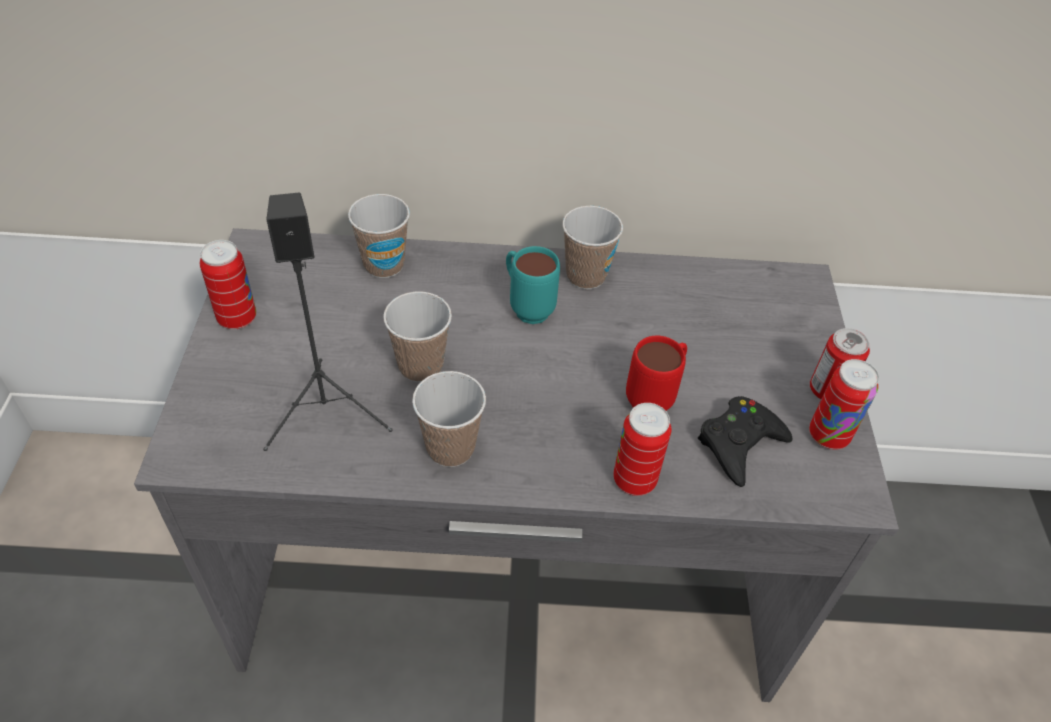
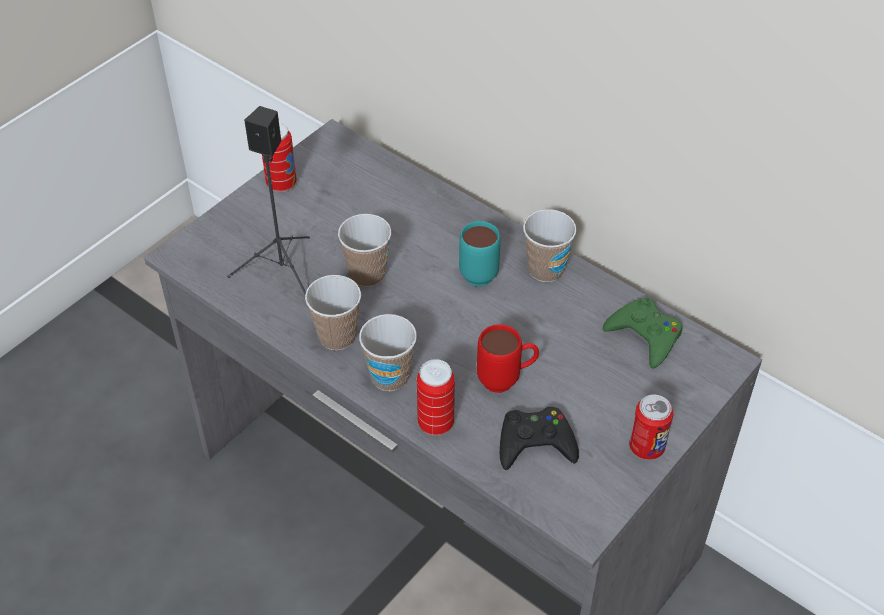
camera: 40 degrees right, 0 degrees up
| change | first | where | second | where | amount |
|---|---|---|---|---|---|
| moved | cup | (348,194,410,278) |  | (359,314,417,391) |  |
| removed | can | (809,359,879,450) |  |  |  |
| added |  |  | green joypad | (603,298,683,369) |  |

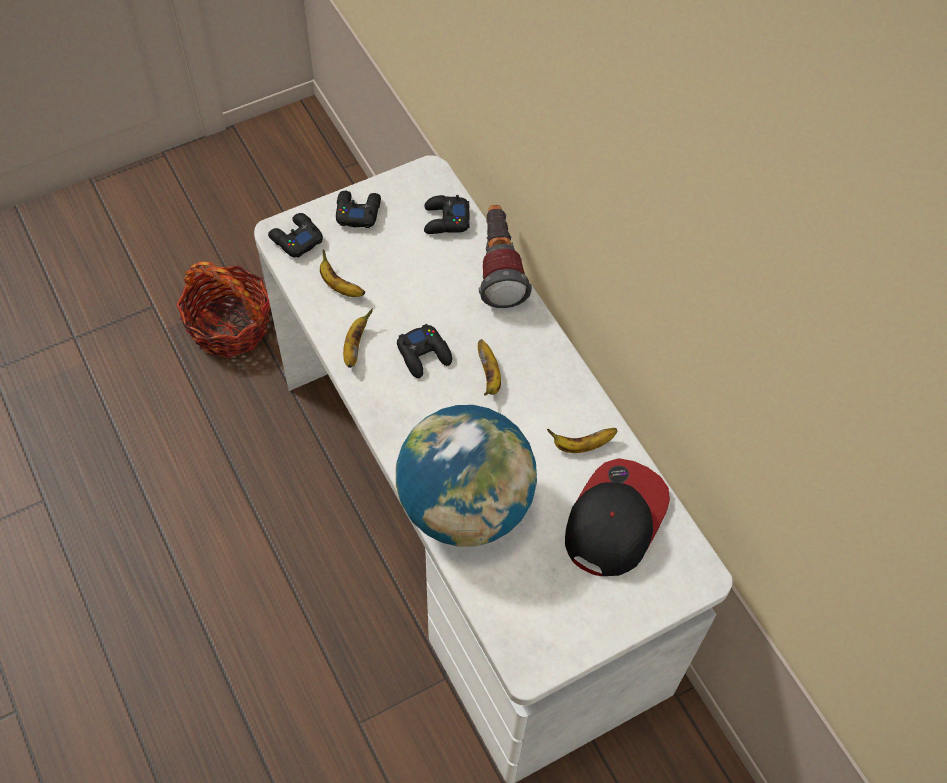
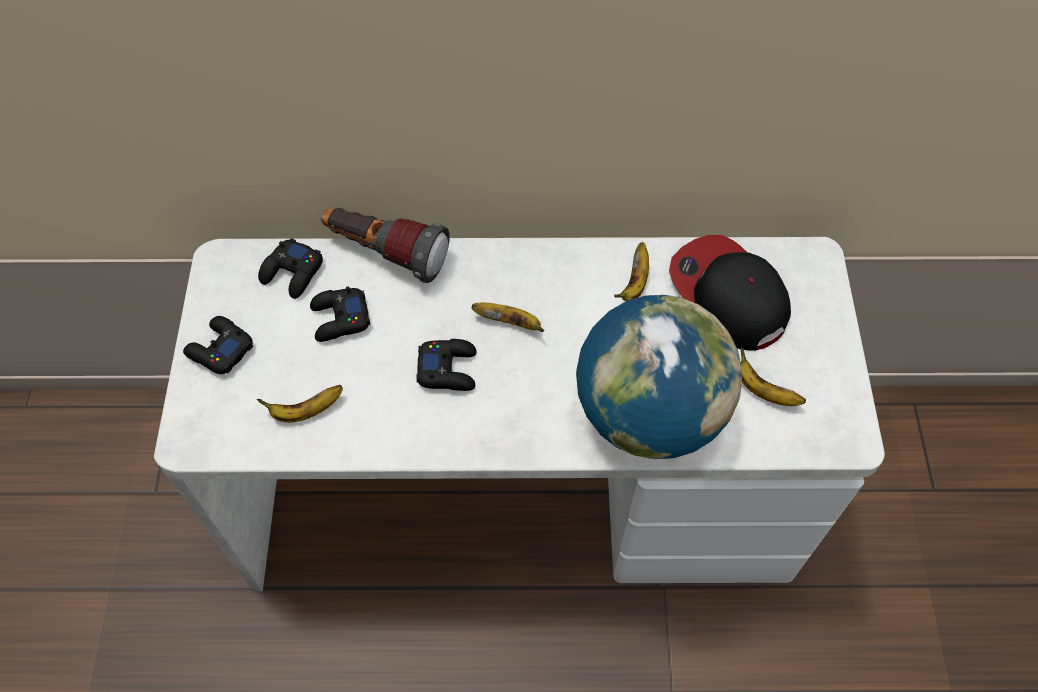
camera: 60 degrees left, 0 degrees up
| change | first | where | second | where | amount |
|---|---|---|---|---|---|
| removed | household basket | (176,261,270,358) |  |  |  |
| moved | black joypad | (268,213,323,258) |  | (310,287,371,342) |  |
| moved | whole banana | (343,309,373,368) |  | (740,346,806,406) |  |

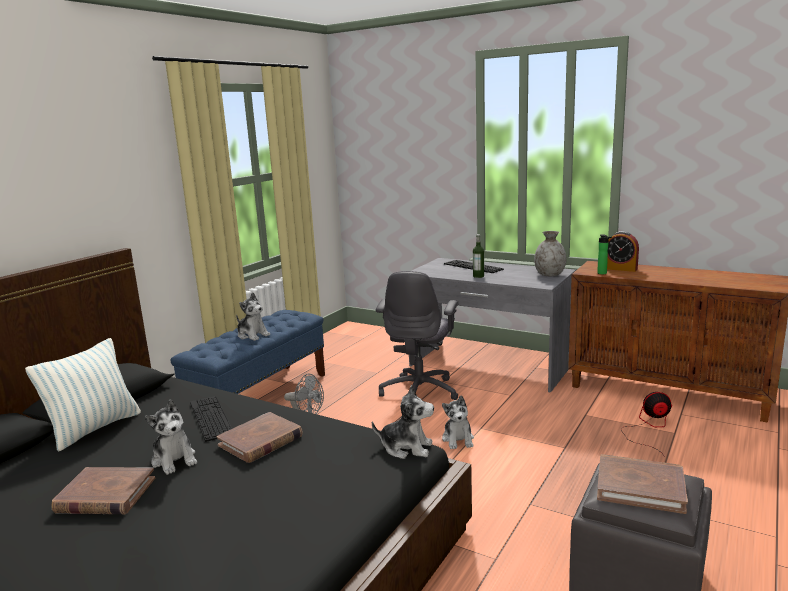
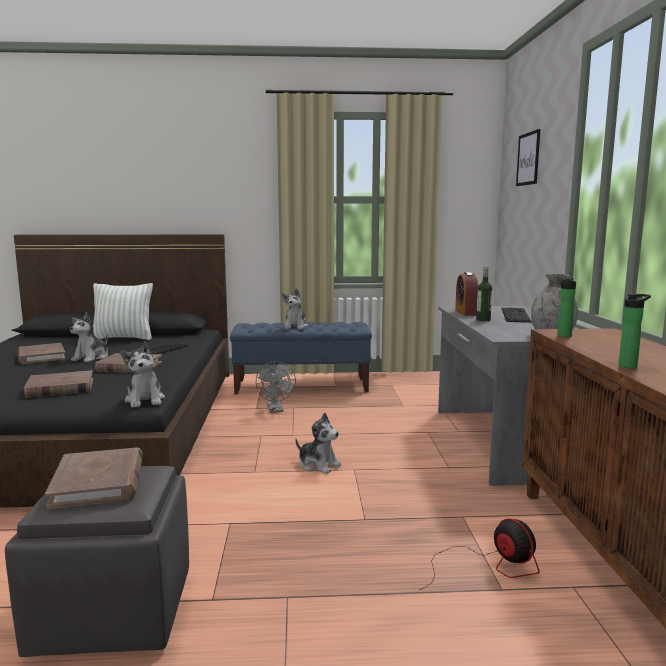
camera: 55 degrees right, 5 degrees down
| change | first | where | second | where | amount |
|---|---|---|---|---|---|
| removed | gray computer chair | (376,271,458,400) |  |  |  |
| turned | plush toy | (442,395,474,449) |  | (295,413,341,474) | 105 degrees counterclockwise |
| moved | table clock | (607,231,639,272) |  | (455,272,478,316) |  |
| added |  |  | brown-coloured bound book | (24,371,93,398) |  |
| added |  |  | wall art | (516,129,540,186) |  |
| added |  |  | bottle | (618,293,651,369) |  |

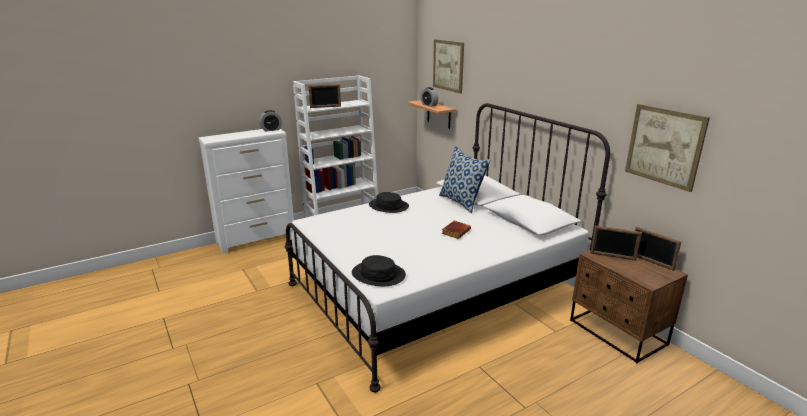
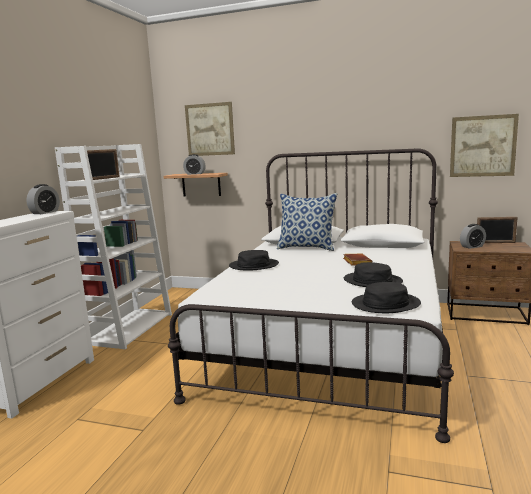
camera: 40 degrees left, 10 degrees down
| change | first | where | second | where | amount |
|---|---|---|---|---|---|
| replaced | picture frame | (590,225,642,261) | table clock | (460,224,486,249) |  |
| added |  |  | black wearable hat | (344,262,403,287) |  |

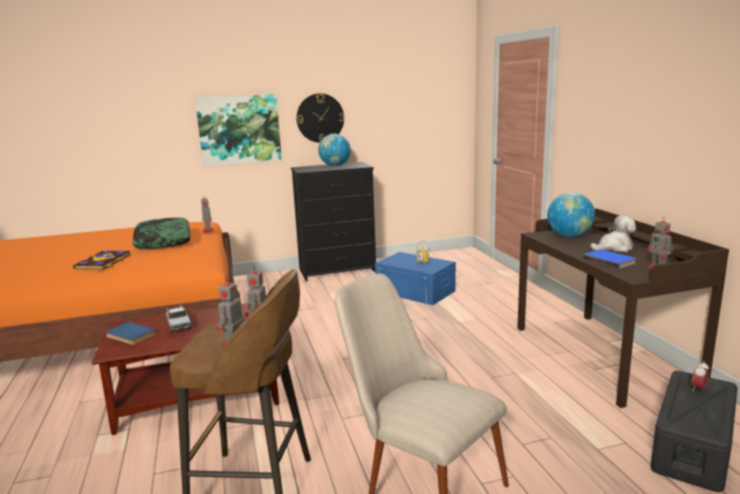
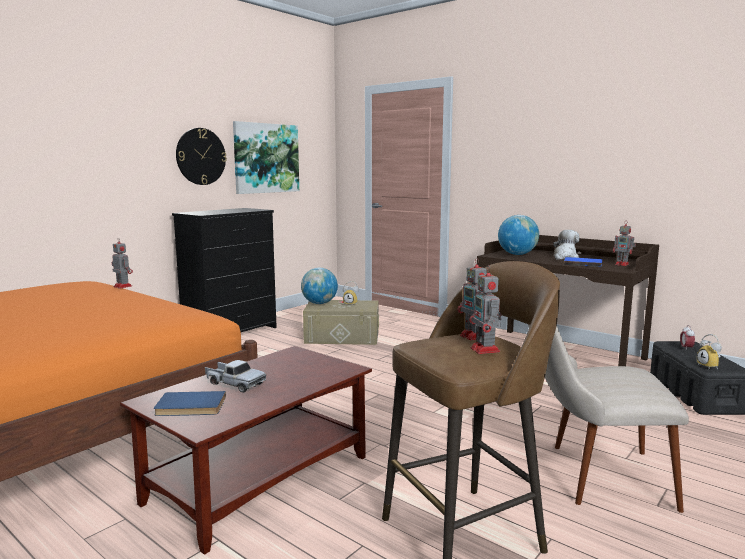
camera: 35 degrees left, 5 degrees down
| change | first | where | second | where | amount |
|---|---|---|---|---|---|
| removed | bound book | (73,250,131,270) |  |  |  |
| removed | pillow | (132,218,190,249) |  |  |  |
| moved | wall art | (195,94,282,167) |  | (233,121,299,194) |  |
| moved | desk globe | (318,134,351,166) |  | (301,268,338,304) |  |
| recoloured | blue-coloured storage bin | (375,252,456,305) | beige storage bin | (303,300,379,345) |  |
| added |  |  | table clock | (697,334,722,370) |  |

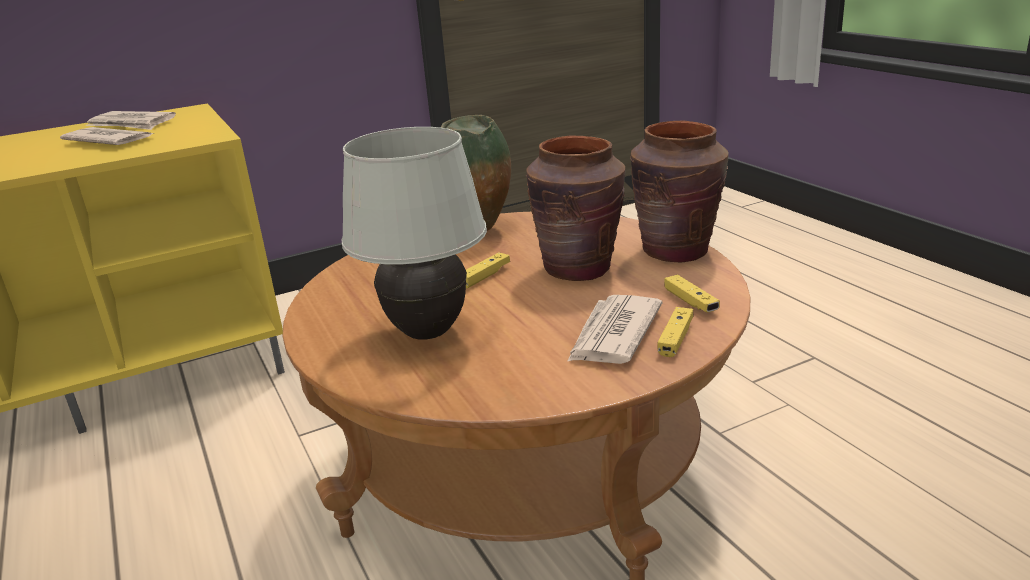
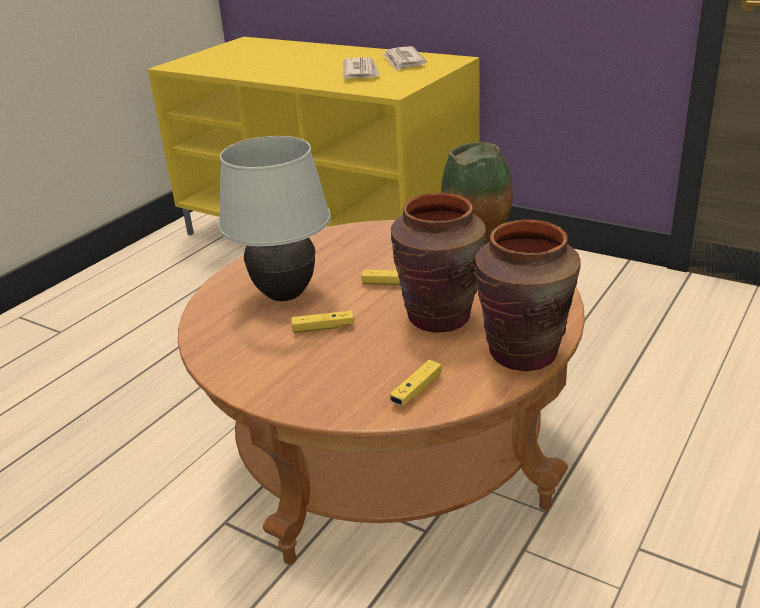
camera: 60 degrees right, 5 degrees up
| change | first | where | second | where | amount |
|---|---|---|---|---|---|
| removed | printed paper | (567,295,662,364) |  |  |  |
| moved | yellow joypad | (657,307,693,357) |  | (291,310,354,333) |  |

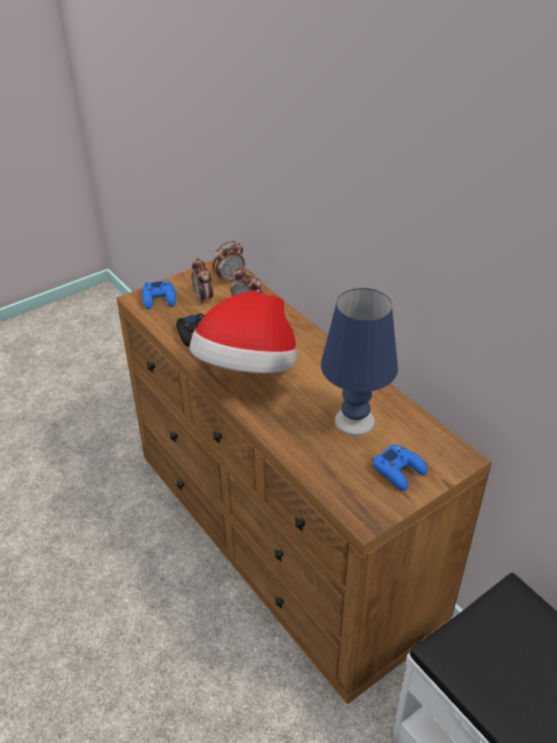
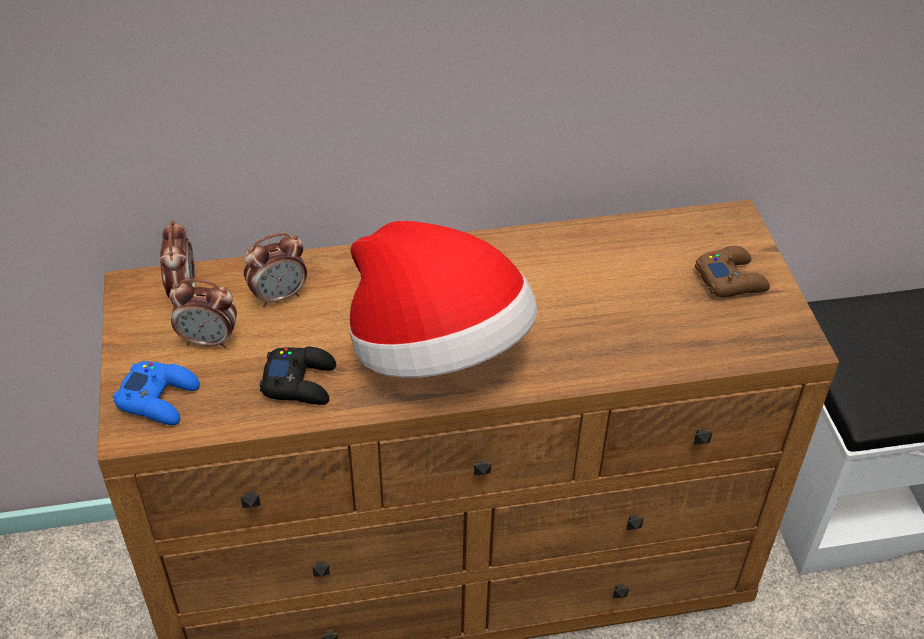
camera: 65 degrees left, 5 degrees up
| change | first | where | second | where | amount |
|---|---|---|---|---|---|
| removed | blue-coloured table lamp | (321,288,398,436) |  |  |  |
| recoloured | blue-coloured joypad | (373,444,428,491) | brown-coloured joypad | (695,246,770,297) |  |

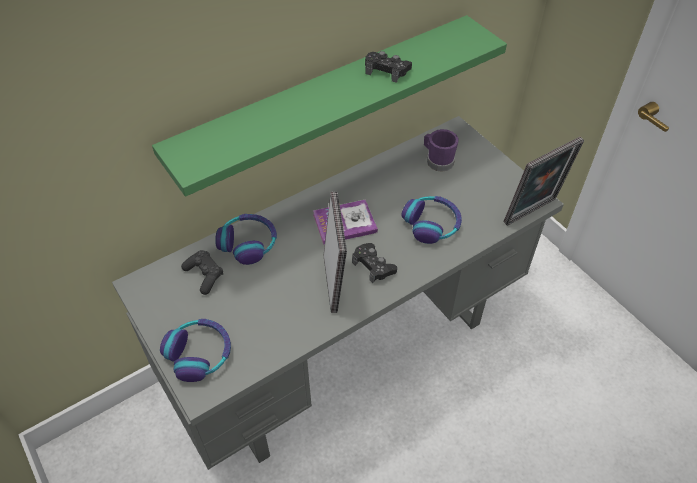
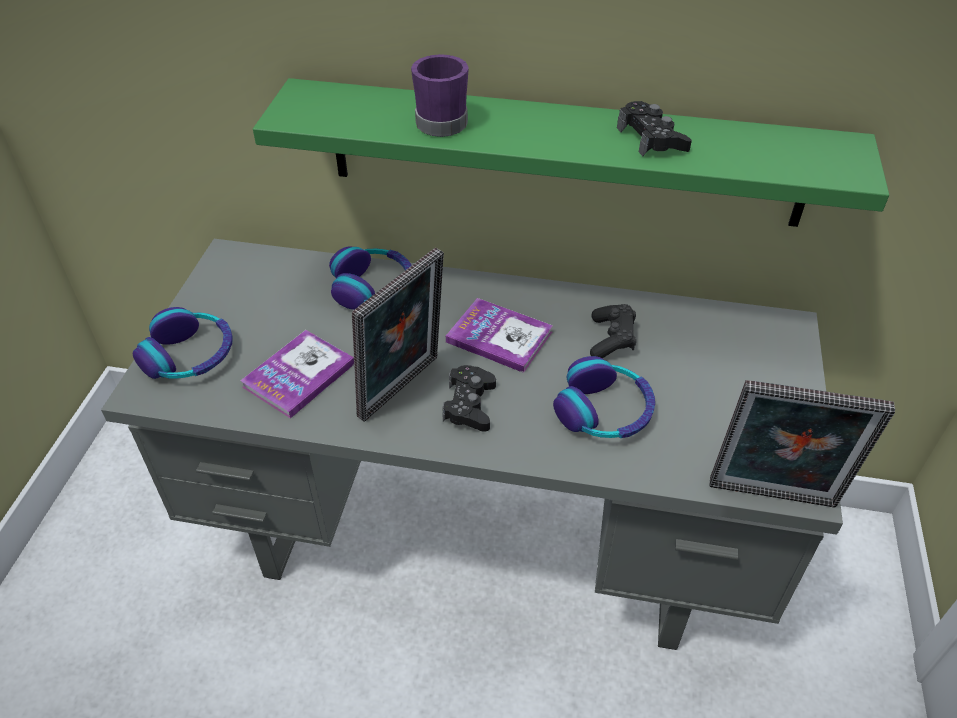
camera: 45 degrees right, 5 degrees down
| change | first | where | second | where | amount |
|---|---|---|---|---|---|
| moved | black joypad | (181,250,223,295) |  | (590,304,636,359) |  |
| moved | purple-coloured coffee mug | (424,129,459,172) |  | (411,54,469,137) |  |
| added |  |  | bound book | (240,330,354,418) |  |

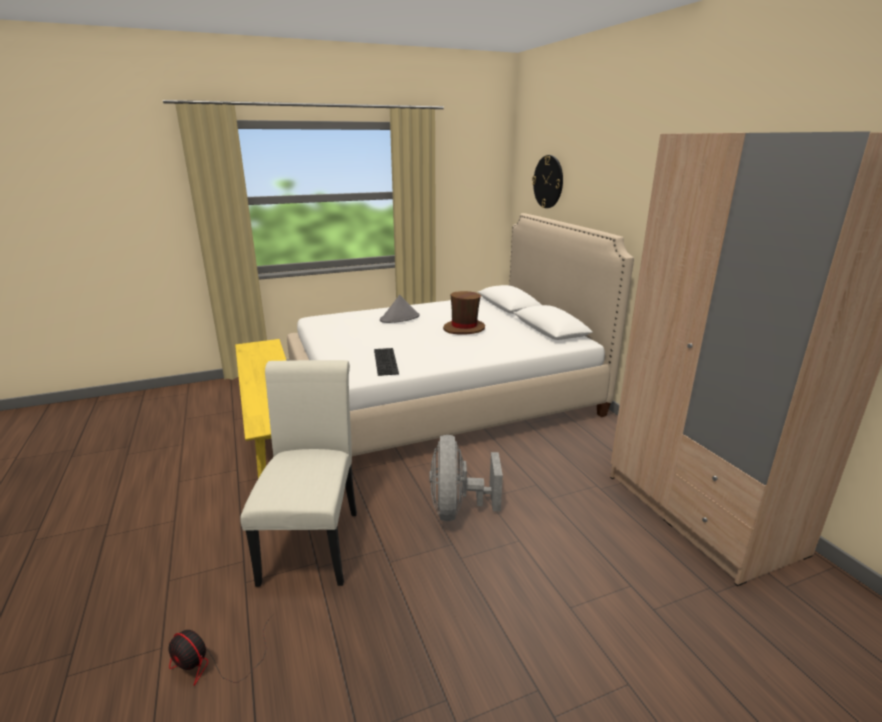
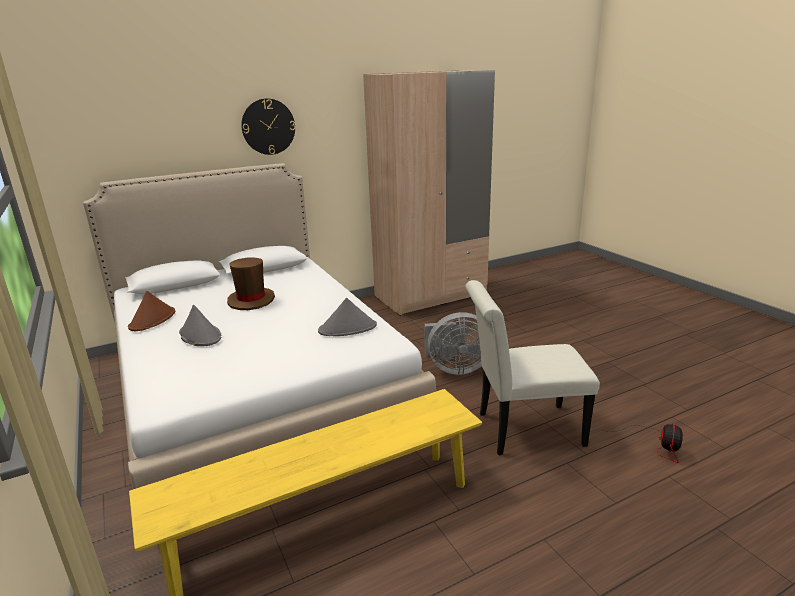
camera: 95 degrees left, 0 degrees up
| change | first | where | second | where | amount |
|---|---|---|---|---|---|
| replaced | computer keyboard | (374,348,399,376) | gray wearable hat | (318,298,377,336) |  |
| moved | clock on the wall | (532,155,563,208) |  | (241,98,295,155) |  |
| added |  |  | brown-coloured wearable hat | (128,291,175,331) |  |

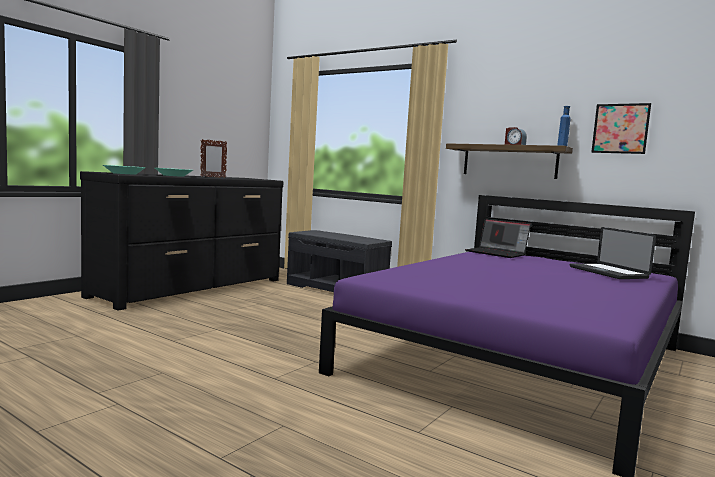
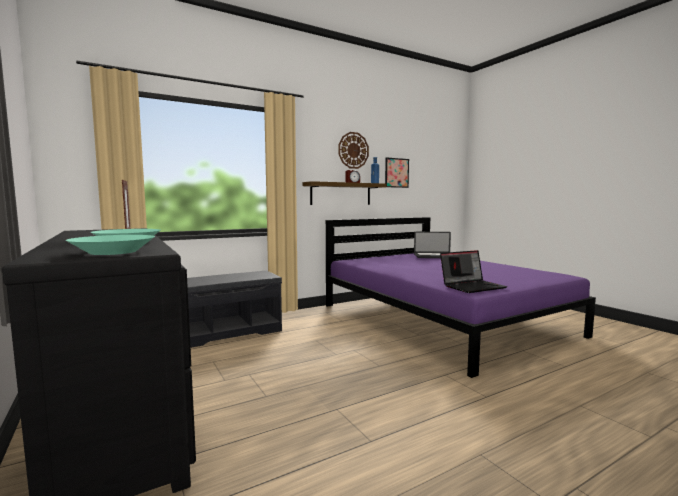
camera: 65 degrees left, 0 degrees up
| change | first | where | second | where | amount |
|---|---|---|---|---|---|
| moved | notebook computer | (465,219,531,258) |  | (440,250,507,293) |  |
| added |  |  | clock on the wall | (338,132,369,169) |  |

